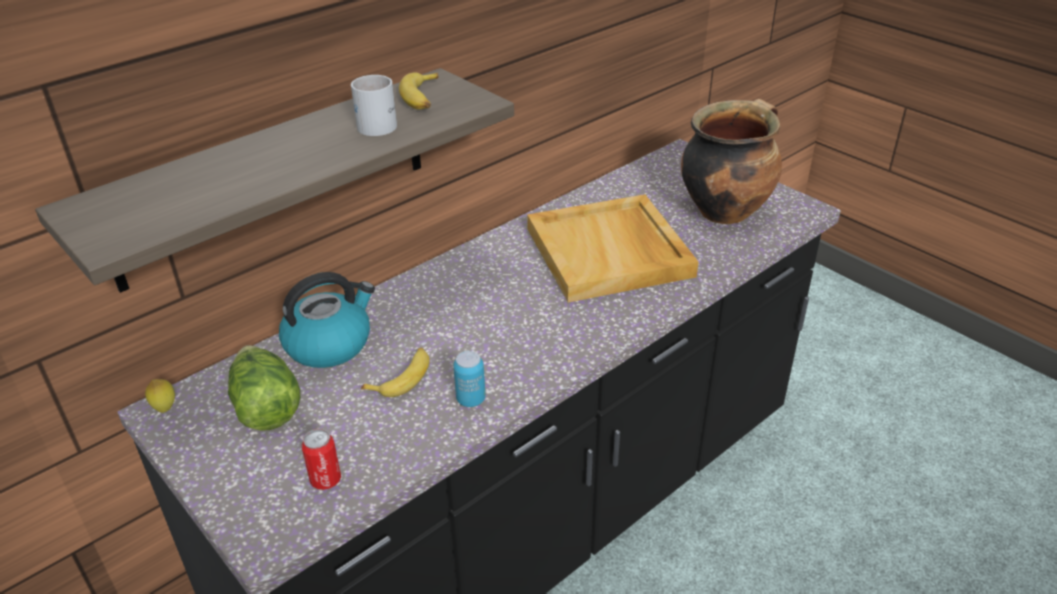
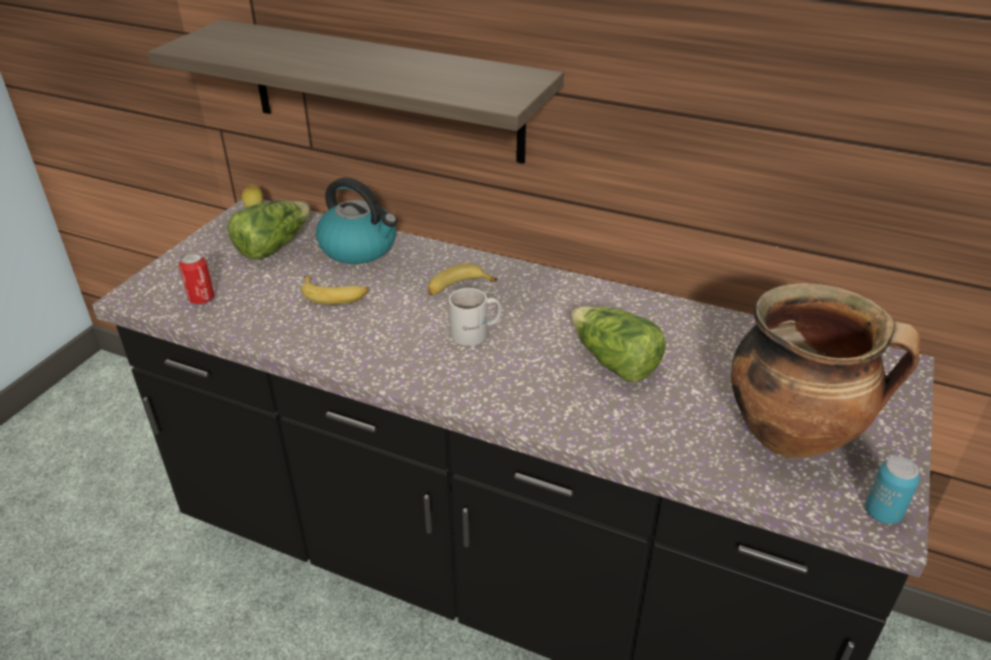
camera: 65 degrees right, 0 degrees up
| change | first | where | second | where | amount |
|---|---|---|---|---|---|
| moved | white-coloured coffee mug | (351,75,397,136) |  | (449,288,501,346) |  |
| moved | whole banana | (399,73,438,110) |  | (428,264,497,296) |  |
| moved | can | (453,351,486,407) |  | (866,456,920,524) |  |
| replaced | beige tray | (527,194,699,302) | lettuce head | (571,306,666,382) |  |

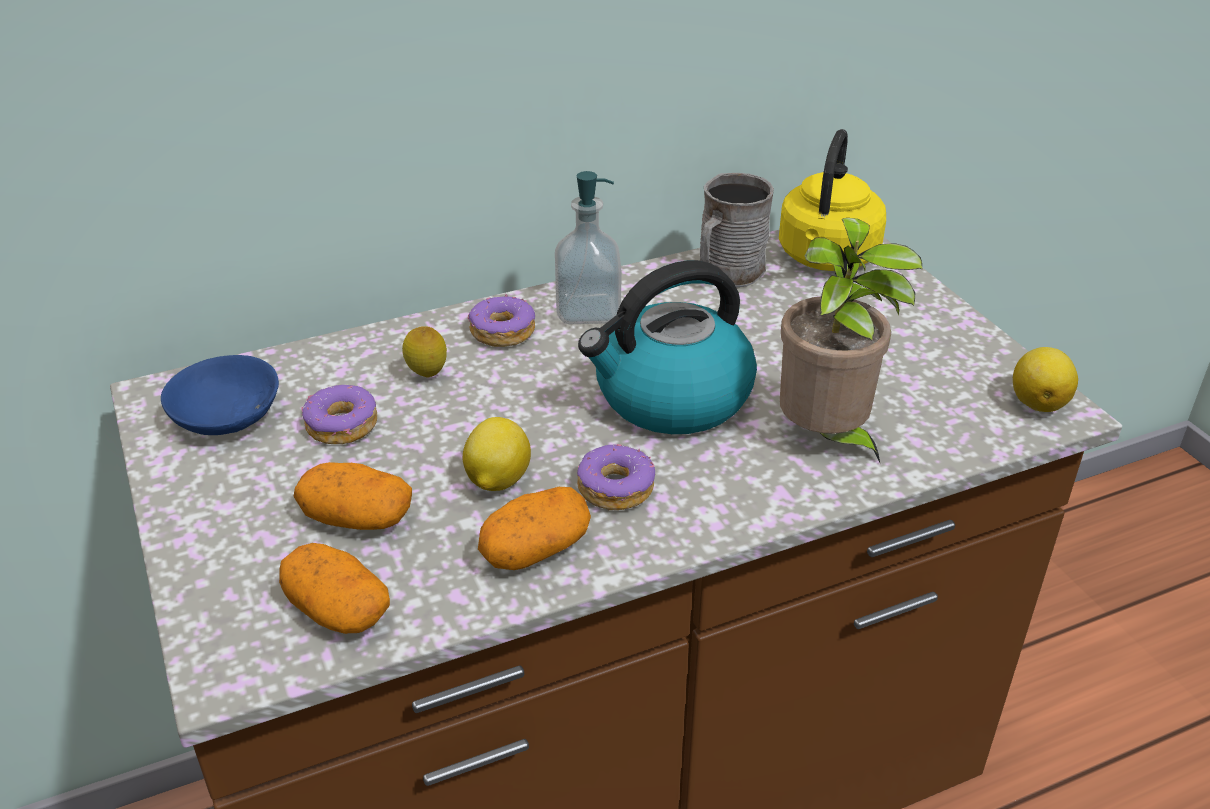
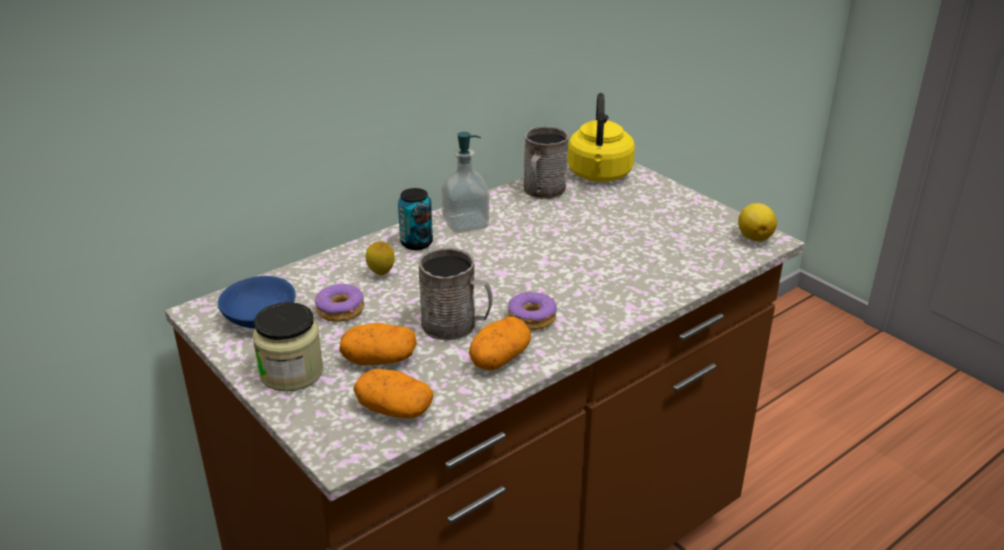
camera: 15 degrees left, 5 degrees down
| change | first | where | second | where | amount |
|---|---|---|---|---|---|
| replaced | whole lemon | (463,417,531,491) | gray coffee mug | (418,248,492,341) |  |
| replaced | ring doughnut | (467,294,535,347) | can | (398,188,433,250) |  |
| removed | kettle | (578,260,757,434) |  |  |  |
| removed | houseplant | (780,218,922,465) |  |  |  |
| added |  |  | jar | (253,302,323,392) |  |

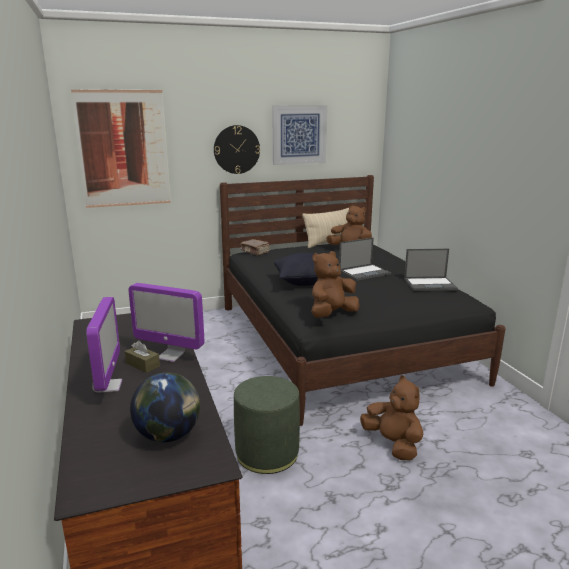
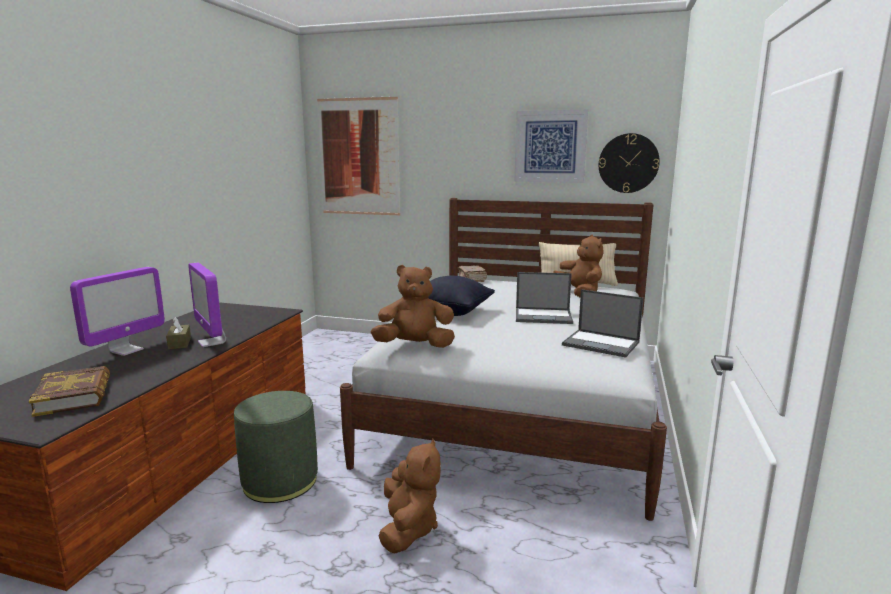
camera: 35 degrees right, 5 degrees down
| change | first | where | second | where | amount |
|---|---|---|---|---|---|
| replaced | desk globe | (130,372,200,442) | bound book | (29,366,110,417) |  |
| moved | clock on the wall | (214,125,260,174) |  | (599,133,660,193) |  |
| recoloured | black sleeping bed | (220,175,505,426) | white-coloured sleeping bed | (340,198,667,521) |  |

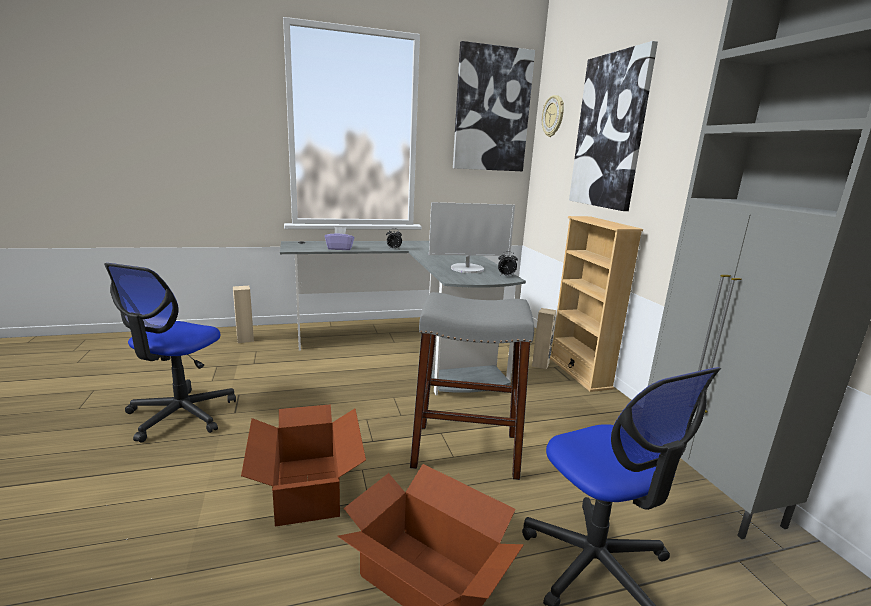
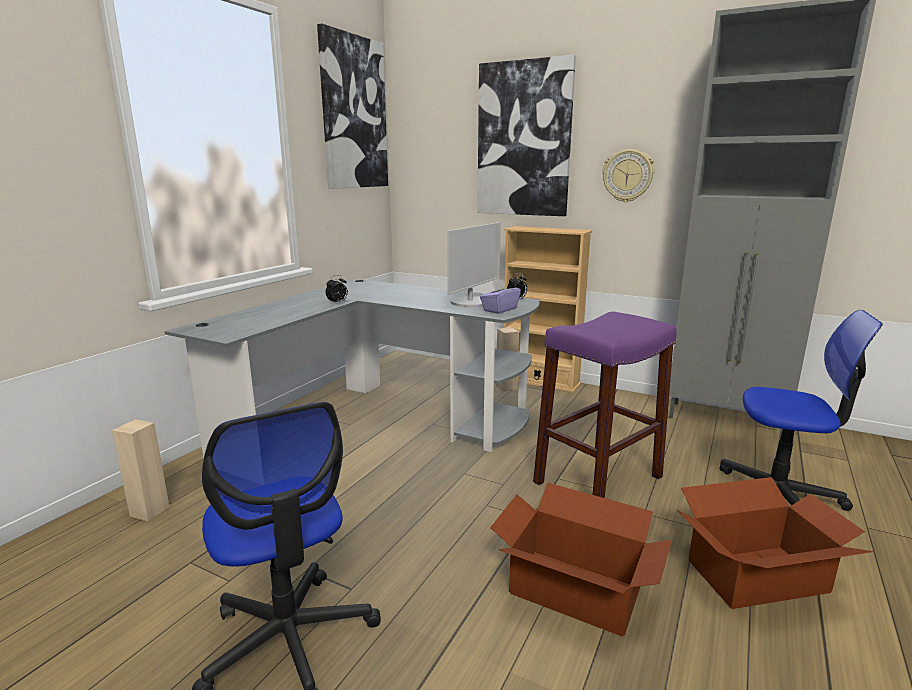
camera: 45 degrees left, 0 degrees up
| change | first | where | second | where | amount |
|---|---|---|---|---|---|
| moved | purple-coloured box of tissues | (325,227,355,250) |  | (480,279,521,314) |  |
| recoloured | gray sitting stool | (410,292,534,480) | purple-coloured sitting stool | (533,312,677,498) |  |
| moved | clock on the wall | (542,95,564,137) |  | (602,149,655,202) |  |

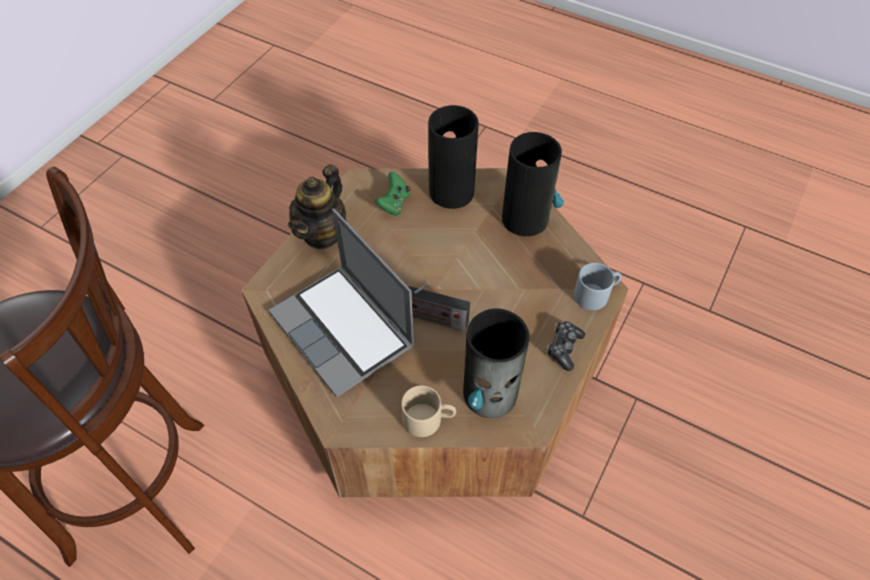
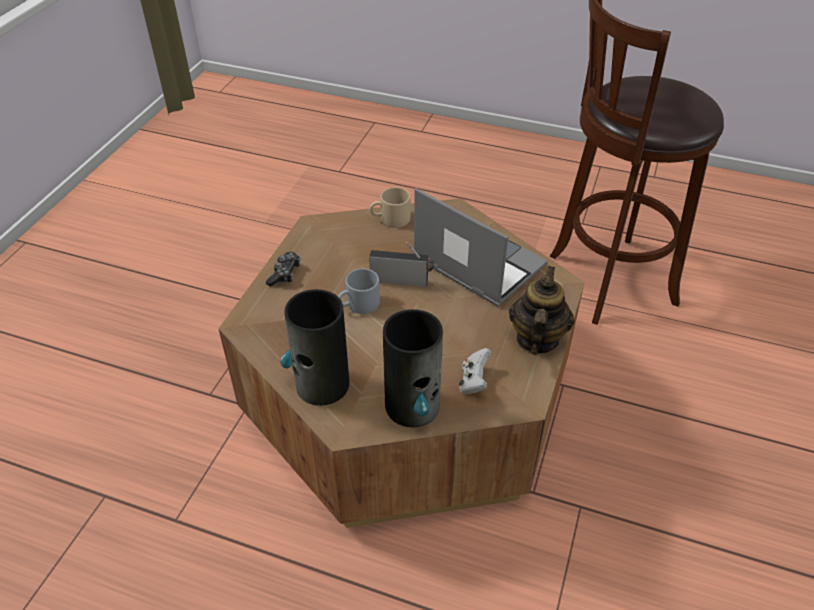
camera: 170 degrees right, 10 degrees down
| change | first | where | second | where | amount |
|---|---|---|---|---|---|
| recoloured | green joypad | (375,172,410,216) | white-coloured joypad | (459,348,491,394) |  |
| removed | vase | (463,308,530,418) |  |  |  |
| moved | gray coffee mug | (574,263,622,310) |  | (338,268,380,314) |  |

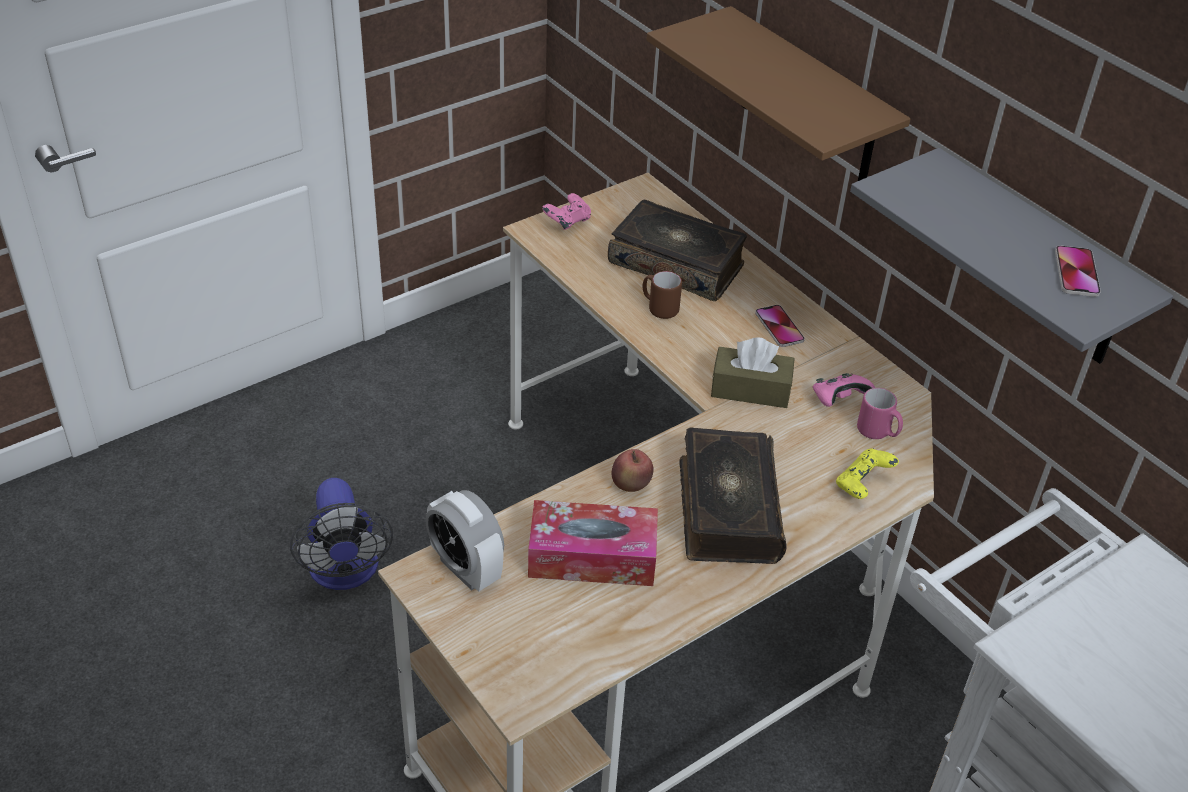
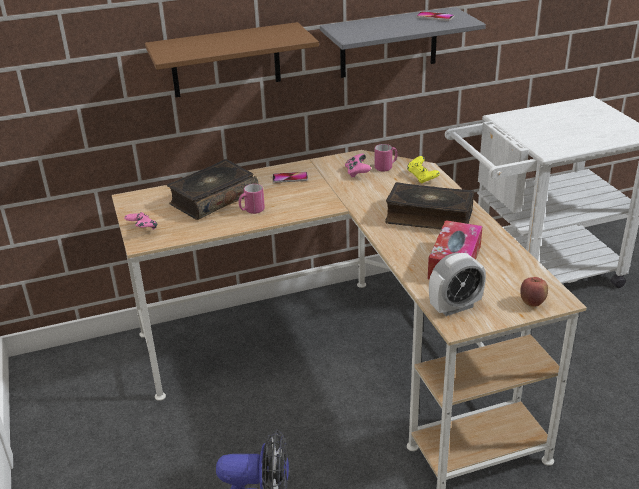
camera: 70 degrees left, 10 degrees down
| change | first | where | second | where | amount |
|---|---|---|---|---|---|
| moved | whole apple | (611,449,653,492) |  | (520,277,548,307) |  |
| recoloured | brown-coloured coffee mug | (642,271,682,319) | pink-coloured coffee mug | (239,184,265,214) |  |
| removed | brown-coloured box of tissues | (711,337,795,408) |  |  |  |

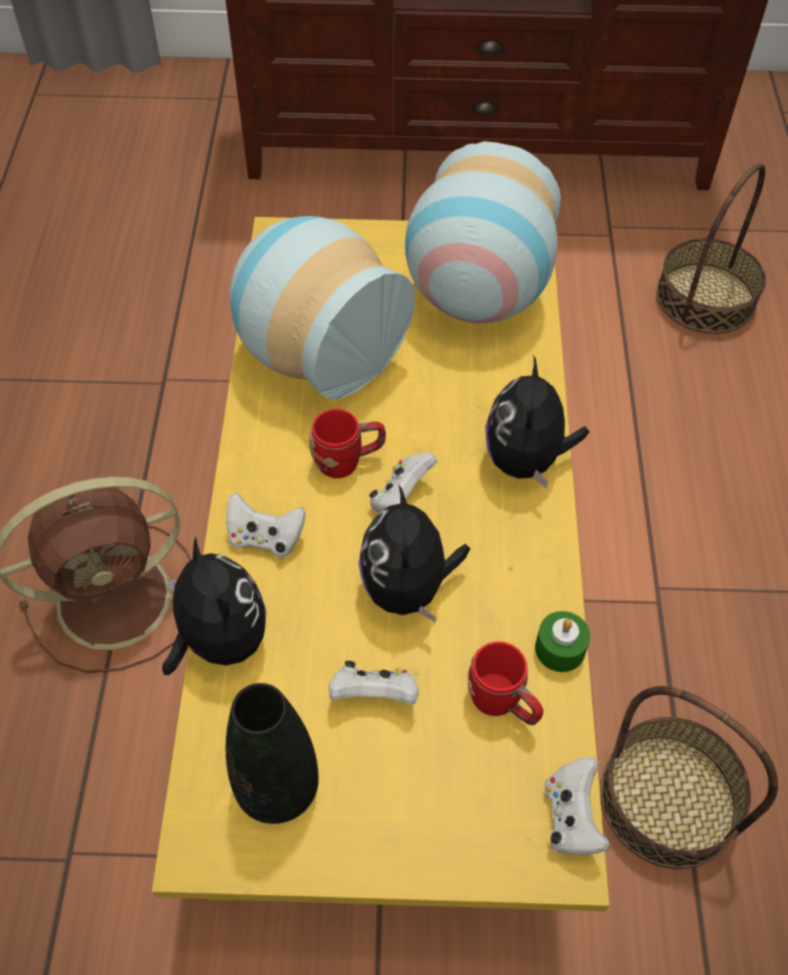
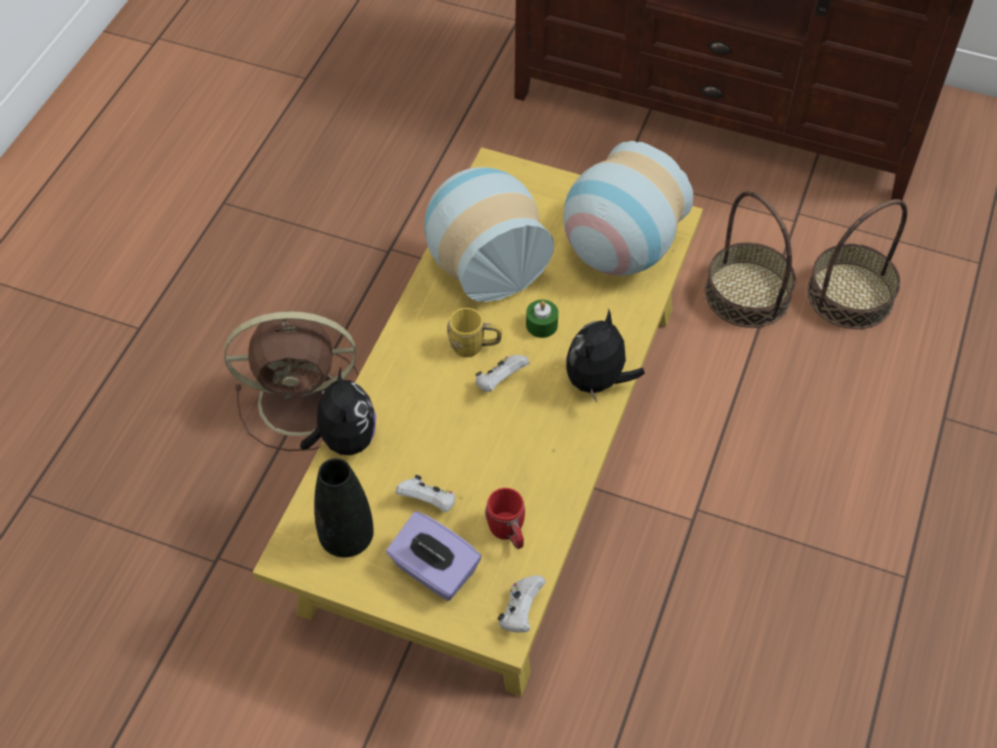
camera: 20 degrees right, 0 degrees up
| change | first | where | second | where | amount |
|---|---|---|---|---|---|
| removed | white-coloured joypad | (226,492,306,558) |  |  |  |
| recoloured | red coffee mug | (309,409,386,478) | yellow coffee mug | (447,308,502,357) |  |
| removed | plush toy | (358,484,470,623) |  |  |  |
| moved | green candle | (535,611,590,672) |  | (526,300,558,338) |  |
| moved | household basket | (600,686,778,869) |  | (705,191,796,328) |  |
| added |  |  | purple-coloured box of tissues | (386,511,481,601) |  |

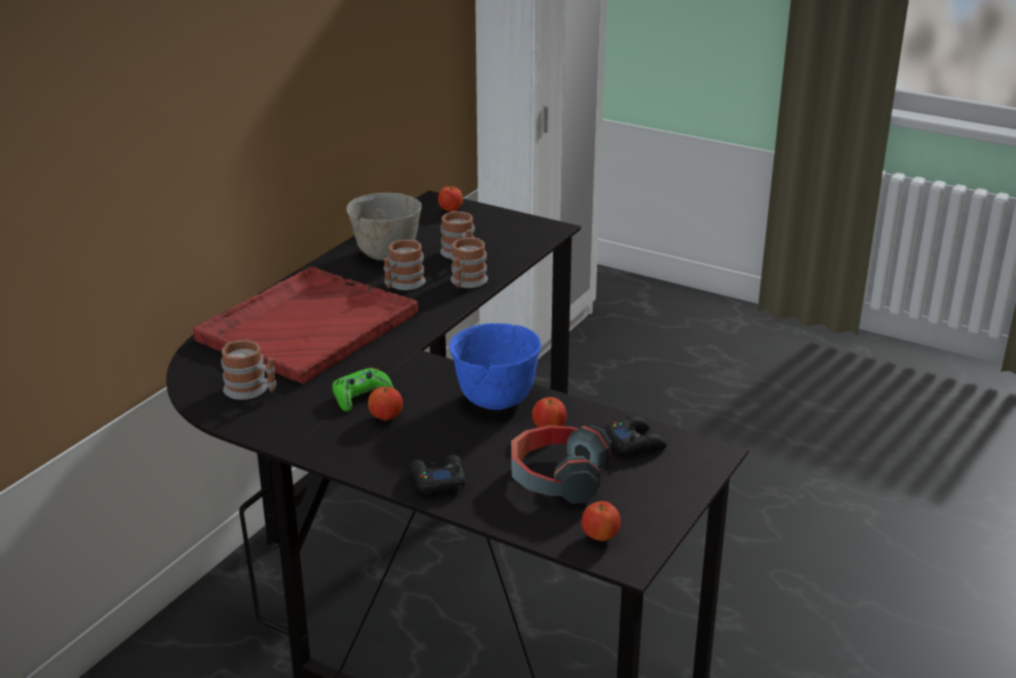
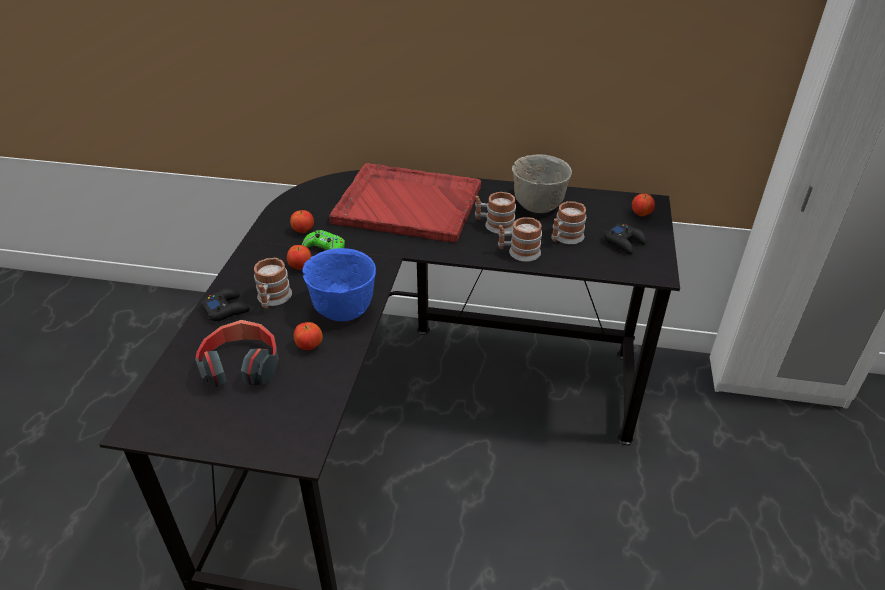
camera: 70 degrees right, 10 degrees up
| change | first | where | second | where | amount |
|---|---|---|---|---|---|
| moved | coffee mug | (221,340,276,400) |  | (254,258,292,309) |  |
| moved | whole apple | (581,501,621,541) |  | (290,210,314,233) |  |
| moved | black joypad | (603,416,667,455) |  | (604,224,647,254) |  |

